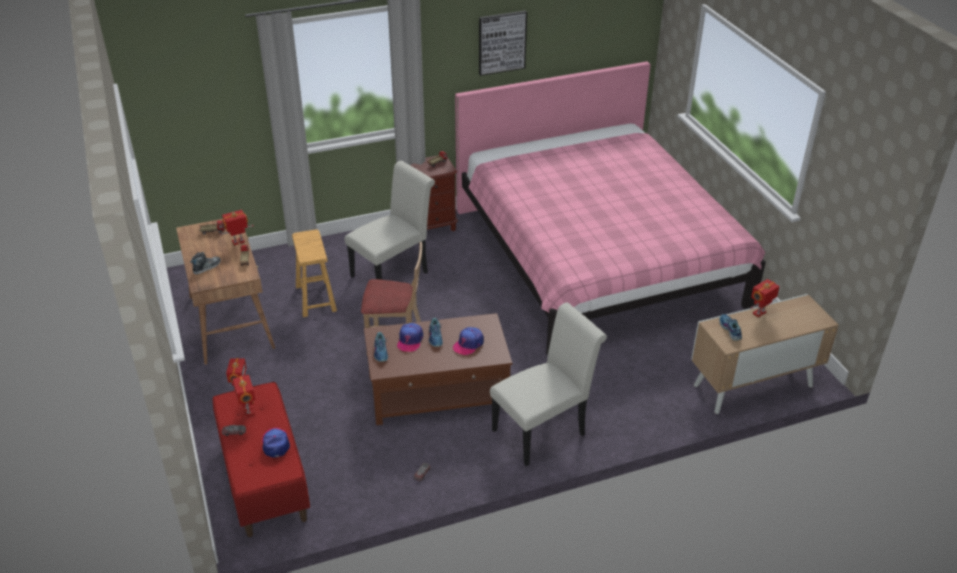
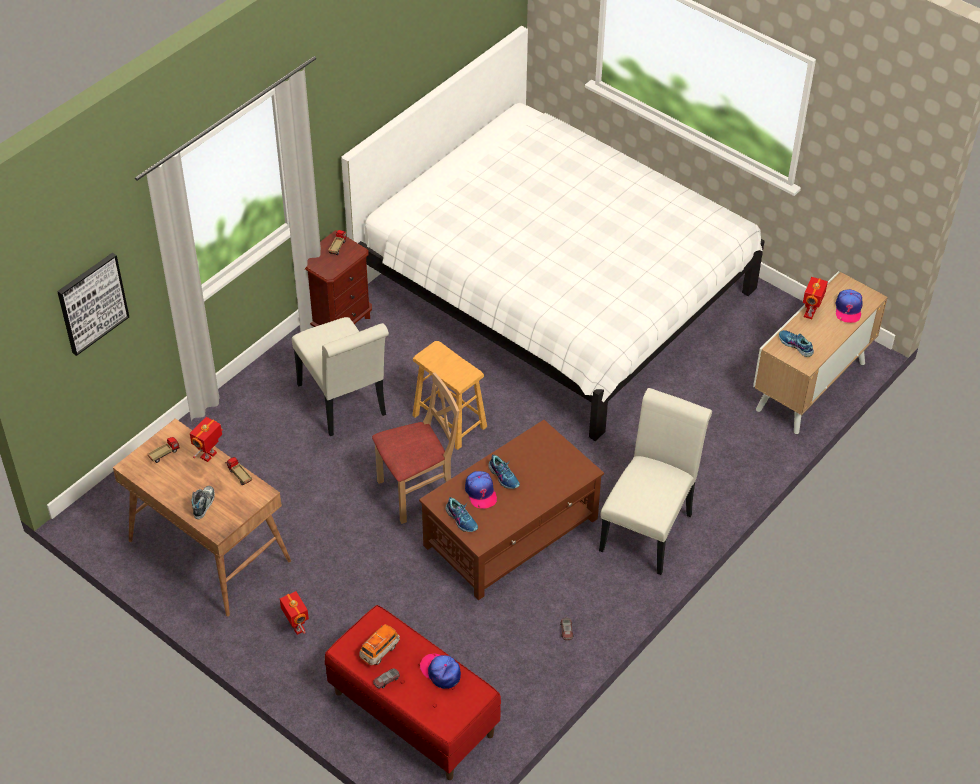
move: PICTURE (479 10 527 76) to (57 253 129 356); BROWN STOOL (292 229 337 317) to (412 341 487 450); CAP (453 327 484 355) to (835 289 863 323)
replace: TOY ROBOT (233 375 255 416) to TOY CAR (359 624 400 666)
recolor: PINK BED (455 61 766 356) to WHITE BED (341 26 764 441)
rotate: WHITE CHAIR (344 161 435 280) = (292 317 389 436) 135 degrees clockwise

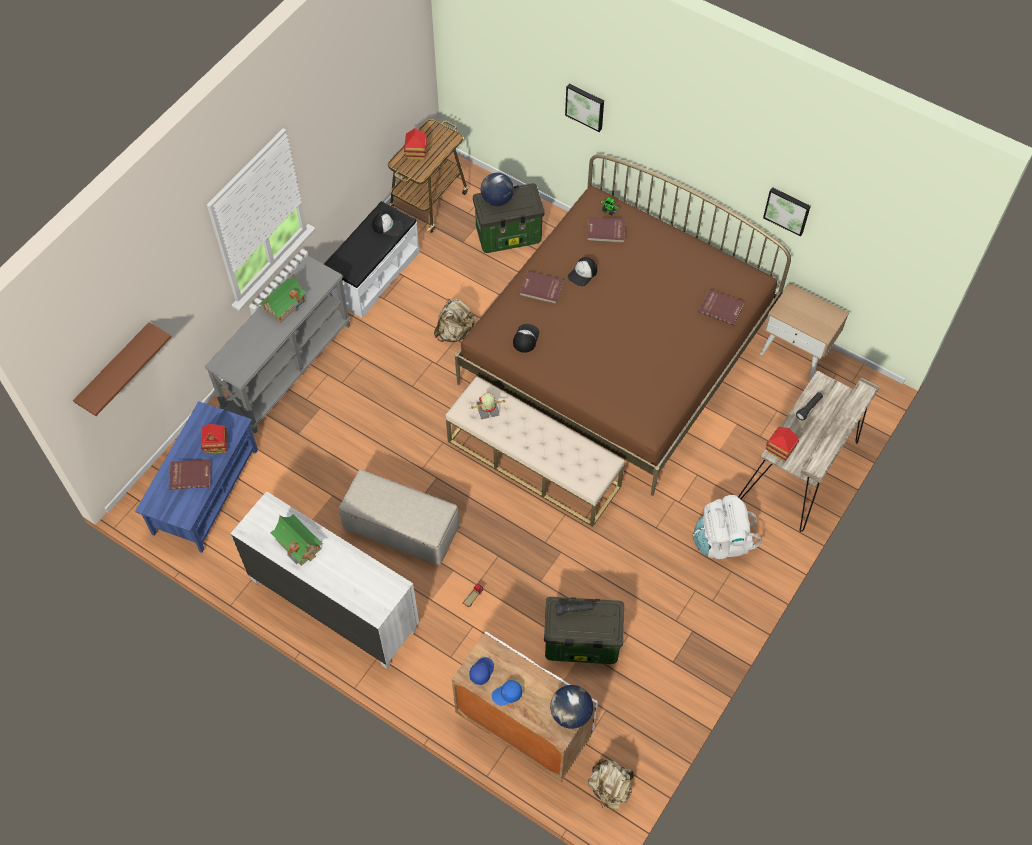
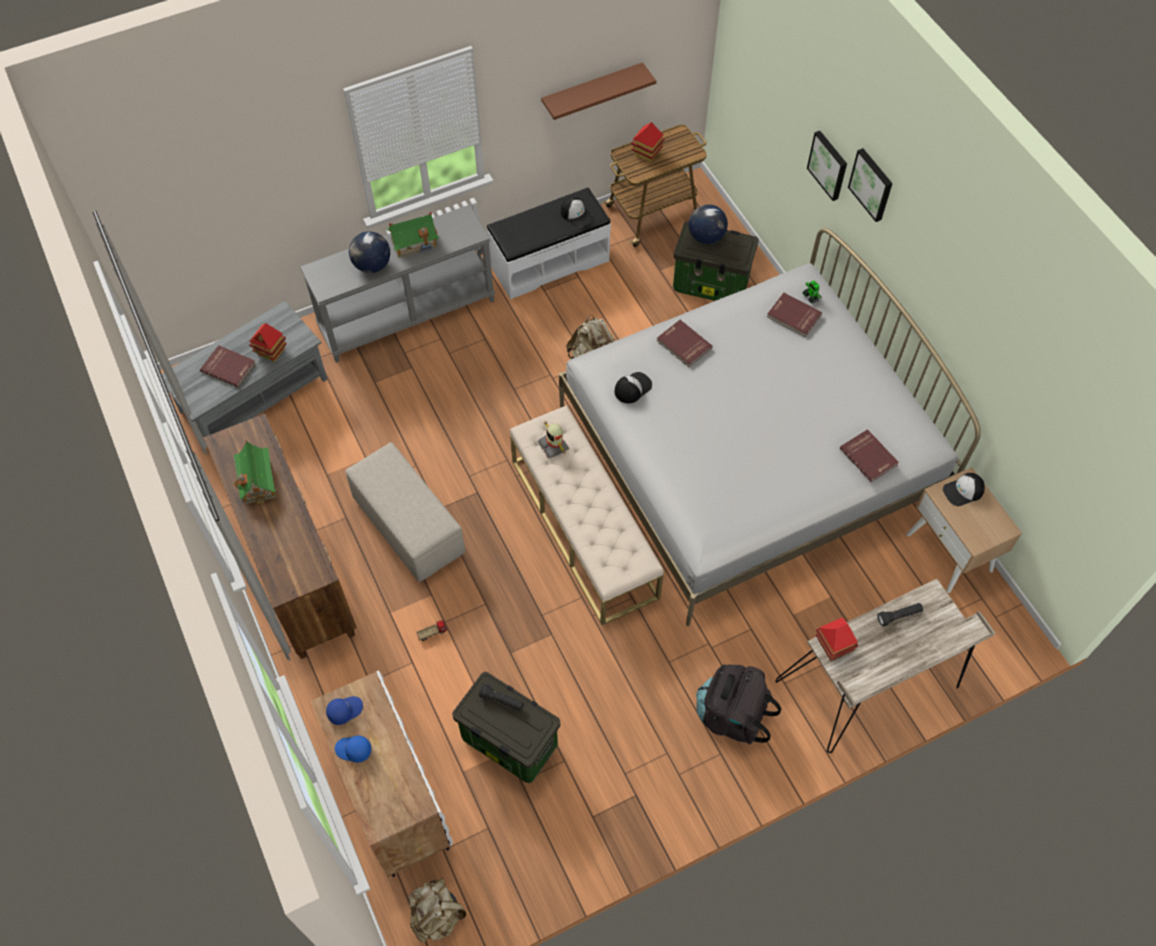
move: GLOBE (550 685 593 729) to (349 231 390 273); BROWN SHELF (73 322 171 416) to (541 62 656 120); PICTURE (763 187 811 237) to (848 148 893 222); CAP (568 257 597 286) to (943 473 985 506)
recolor: BLUE COFFEE TABLE (135 401 258 553) to GREY COFFEE TABLE (162 301 328 437); WHITE DRESSER (231 491 419 669) to BROWN DRESSER (204 414 357 659); BROWN BED (455 154 791 496) to WHITE BED (559 228 981 626); WHITE BACKPACK (693 495 762 559) to BLACK BACKPACK (696 664 781 745)
rotate: TOY ROBOT (471 393 505 420) = (538 422 569 459) 135 degrees counterclockwise

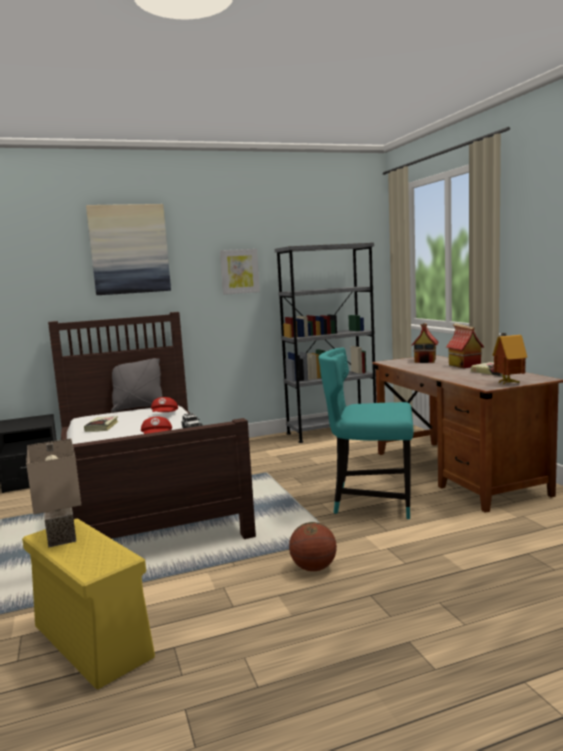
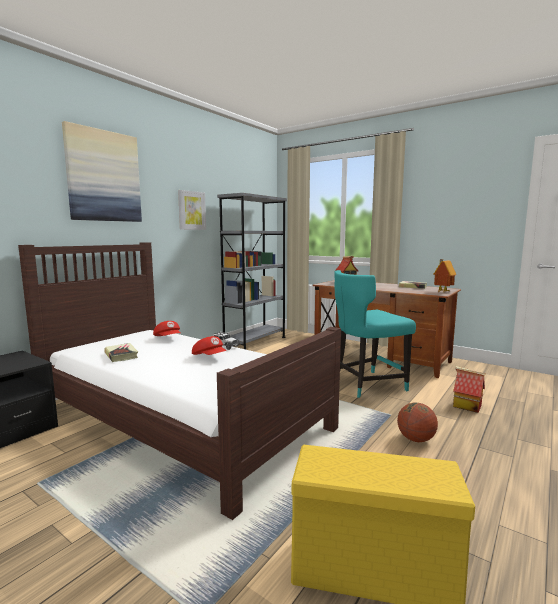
delete: BEIGE TABLE LAMP (26 439 81 547); GREY PILLOW (111 358 163 412)
move: TOY HOUSE (446 323 484 368) to (453 366 485 413)

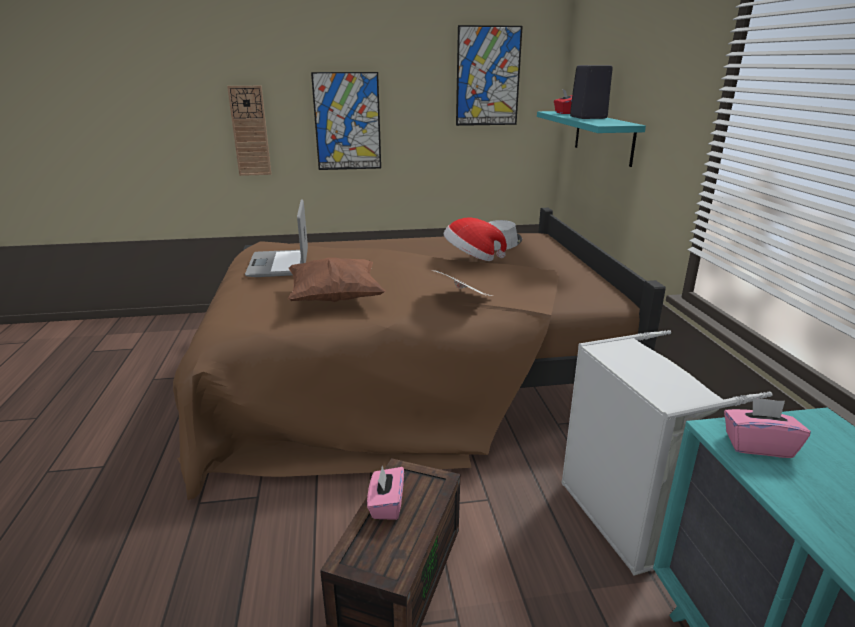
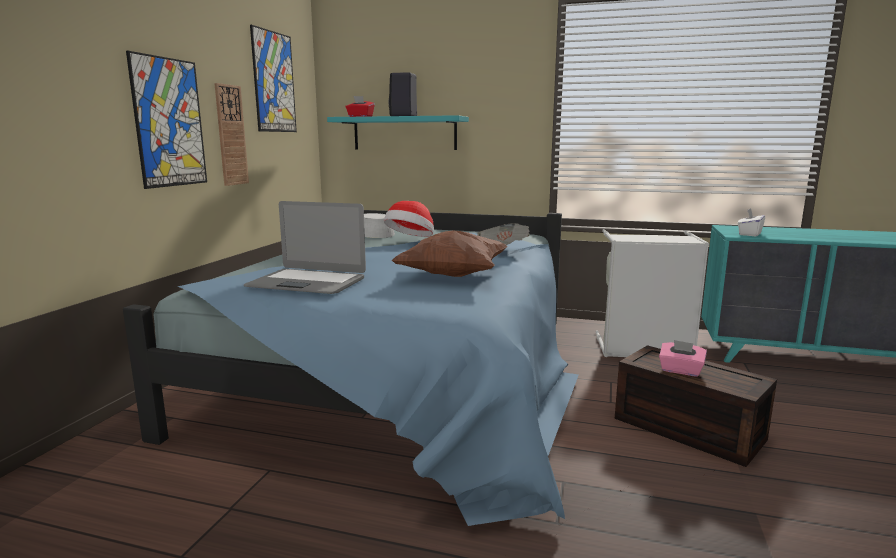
move: WALL CLOCK (227 86 271 176) to (214 83 249 186)
recolor: BROWN BED (173 208 666 500) to BLUE BED (123 210 579 526); PINK TISSUE BOX (724 397 811 458) to WHITE TISSUE BOX (738 209 765 236)

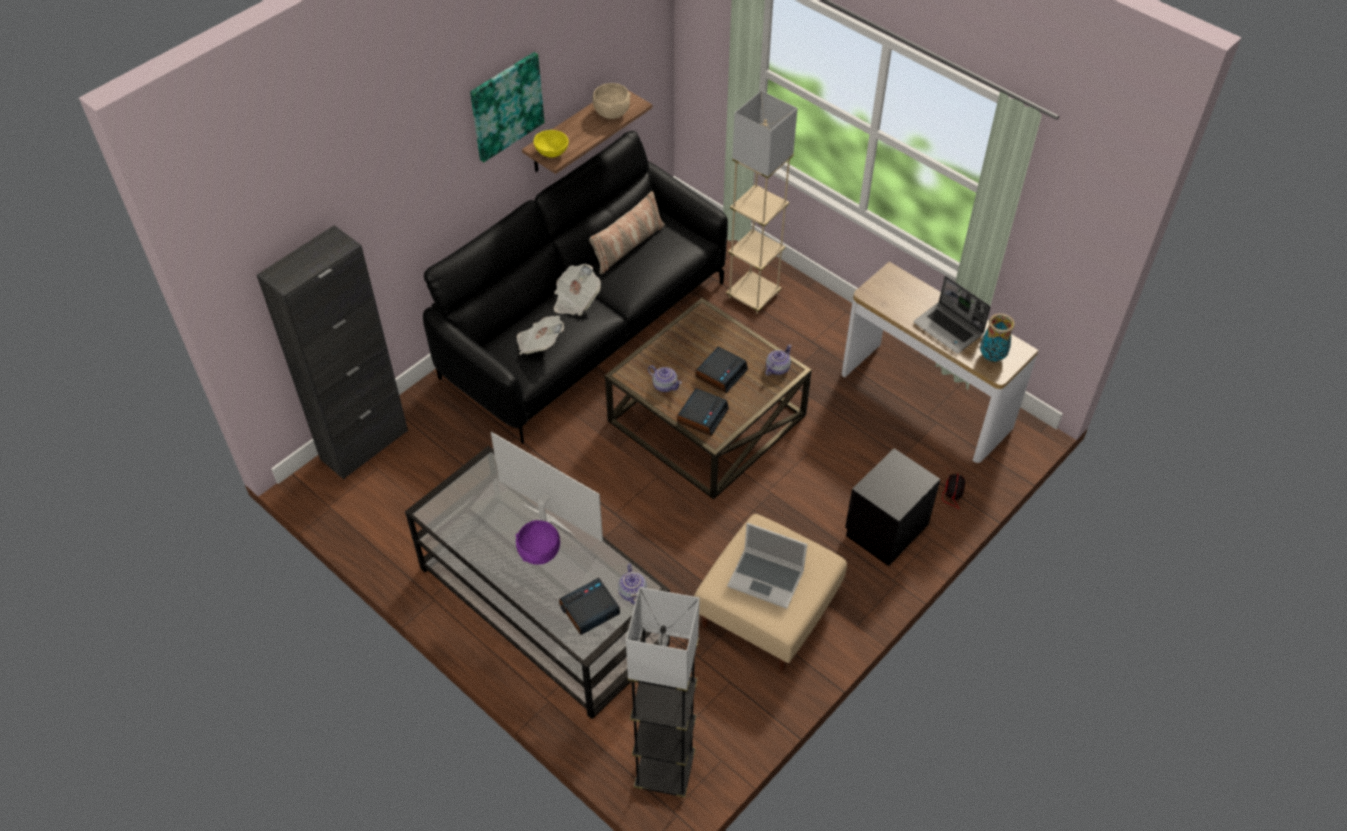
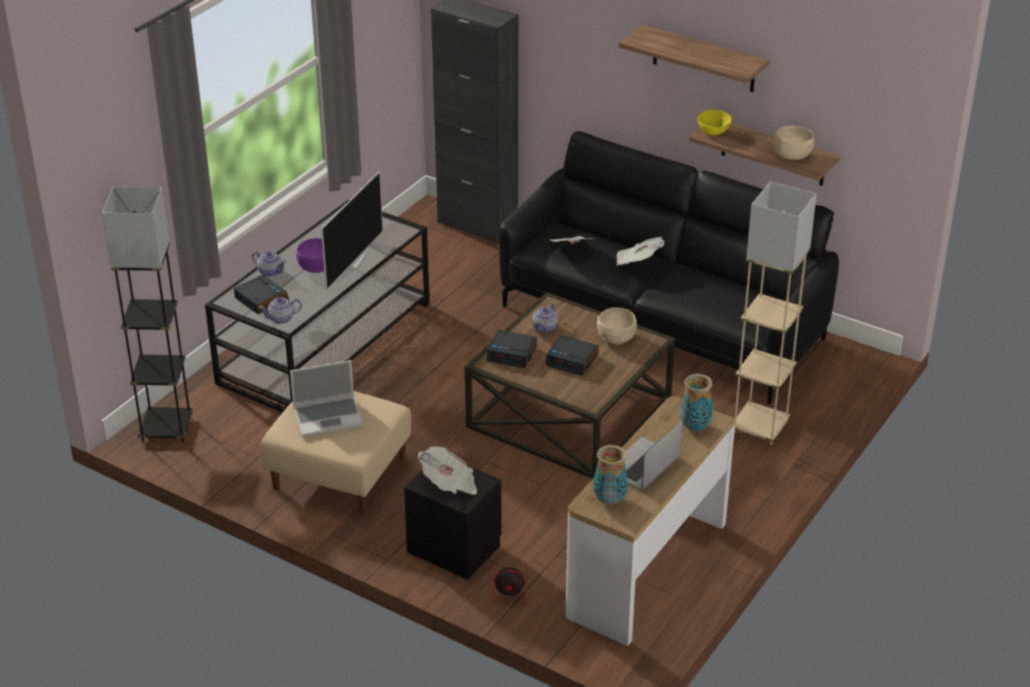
delete: PILLOW (589 191 665 274)
insert: NEWSPAPER (418 447 477 494); BEIGE BOWL (597 307 637 344); VASE (680 374 713 431)
move: TEAPOT (765 344 792 376) to (252 251 286 277)
replace: PICTURE (470 52 544 162) to SHELF (619 25 770 92)
rotate: LAPTOP (727 523 807 609) = (290 360 364 437) 120 degrees counterclockwise

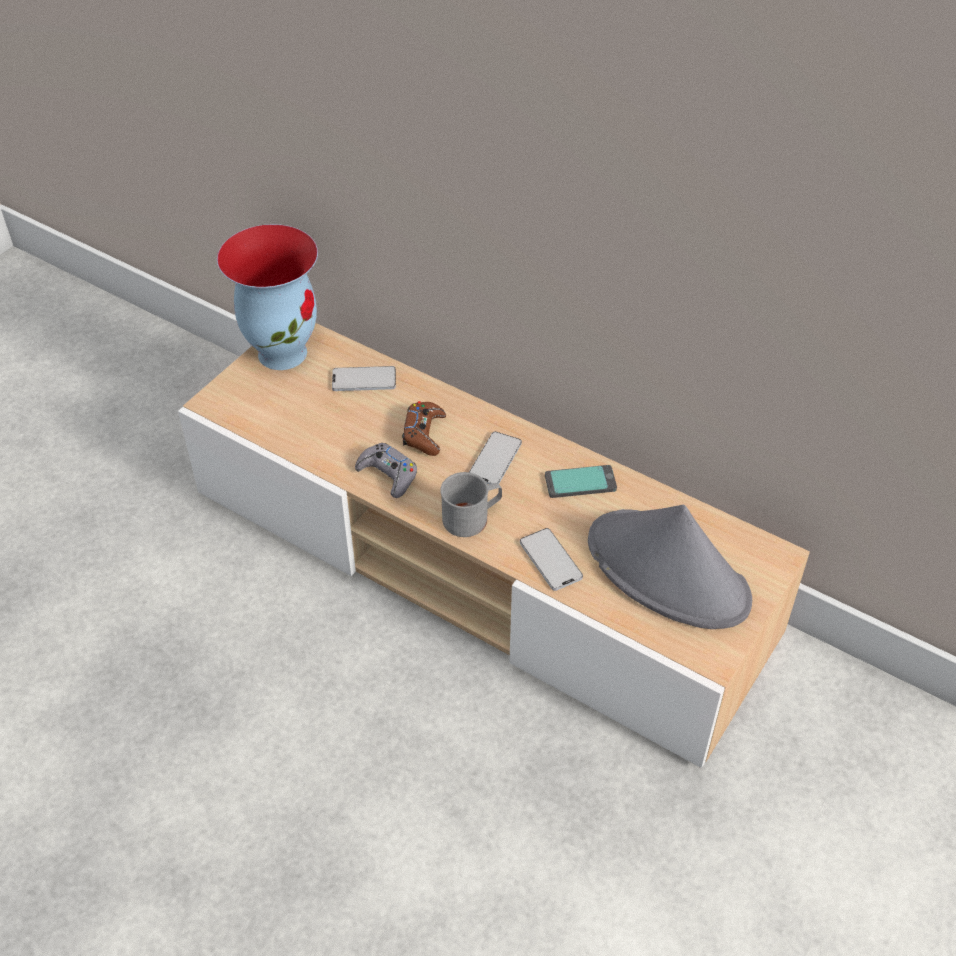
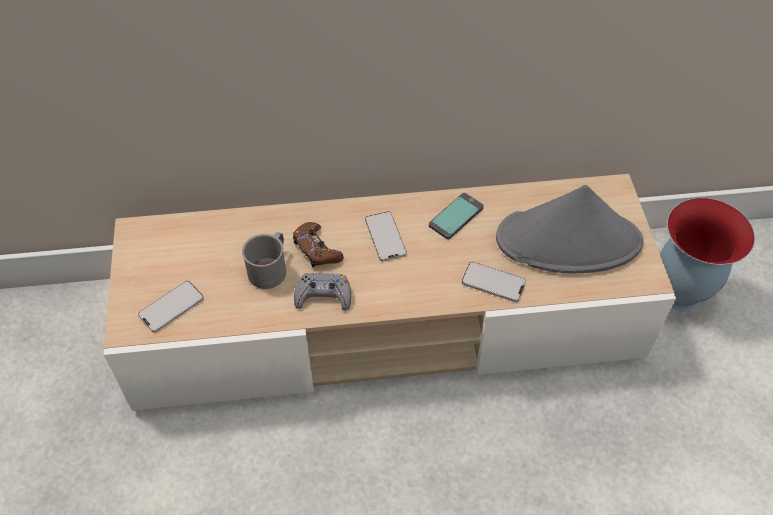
move: PHONE (332 366 396 391) to (138 281 204 333); GREY MUG (440 472 502 537) to (242 232 286 289); VASE (217 224 318 370) to (660 198 755 311)

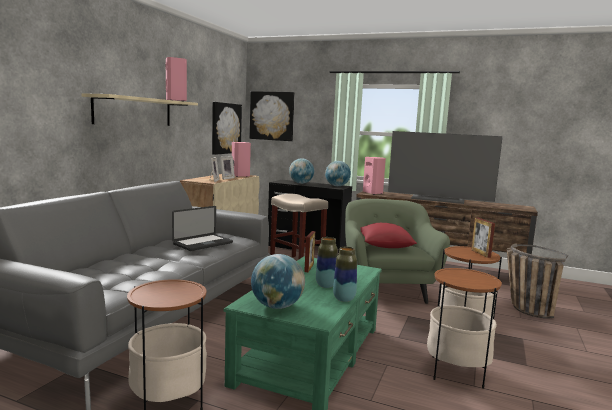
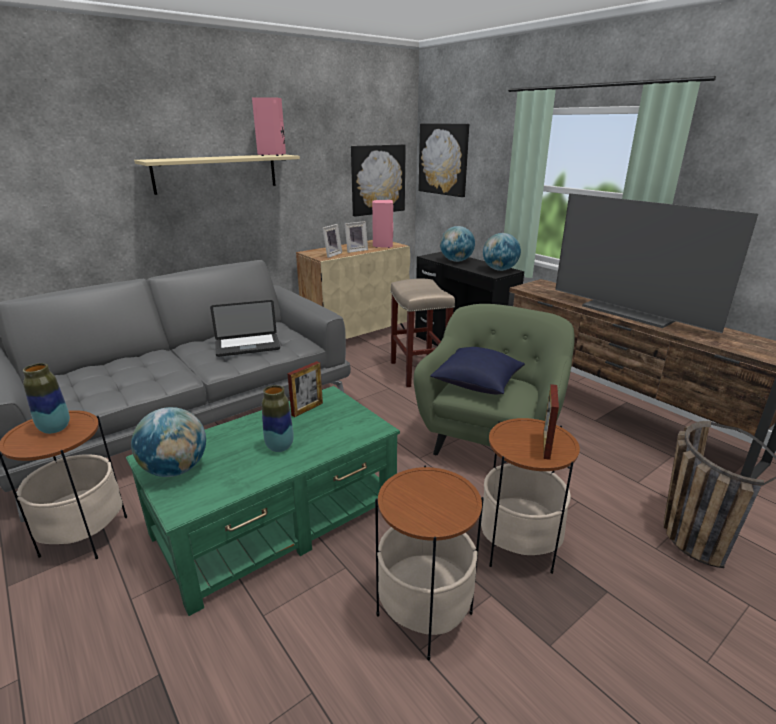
delete: PINK SPEAKER (363 157 386 195)
move: VASE (333 247 357 302) to (23 363 70 434)
recolor: RED PILLOW (360 223 417 248) to BLUE PILLOW (430 347 525 394)

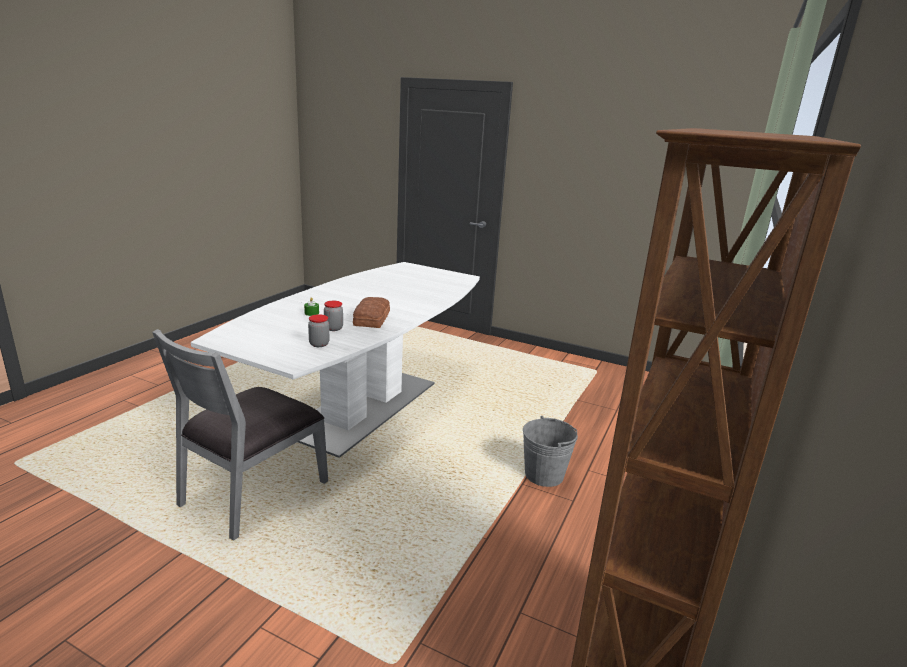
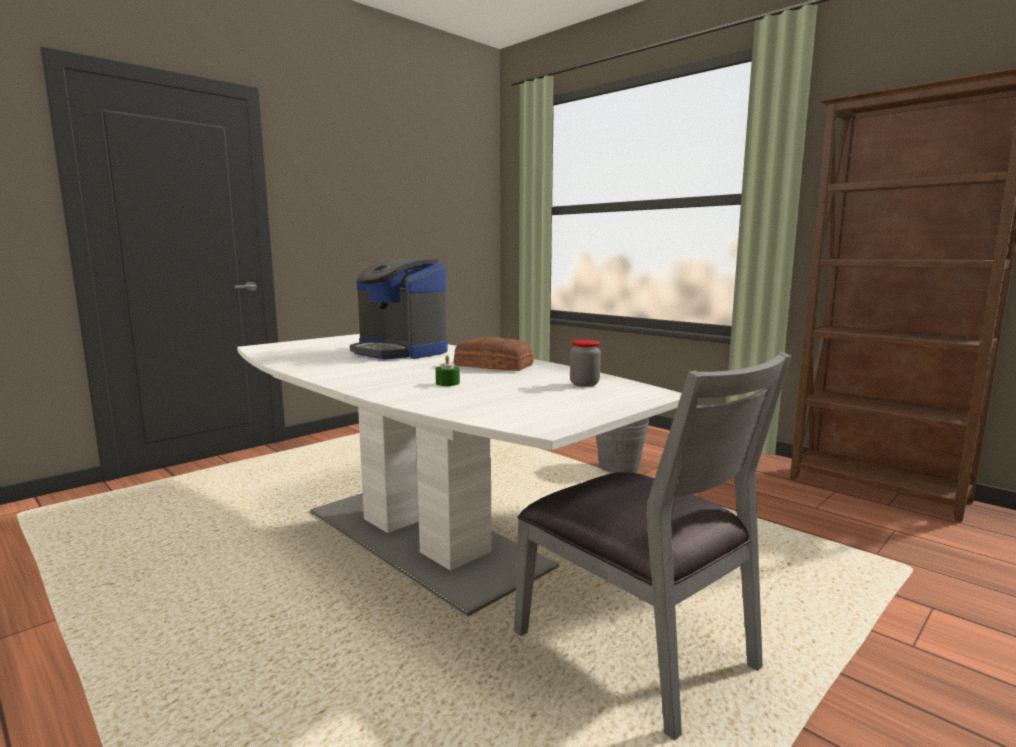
delete: JAR (324 301 343 331)
insert: COFFEE MACHINE (350 259 447 359)

